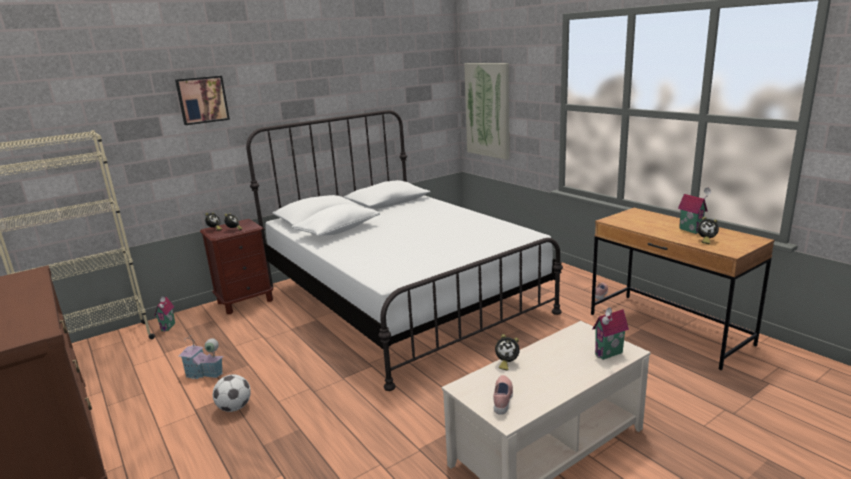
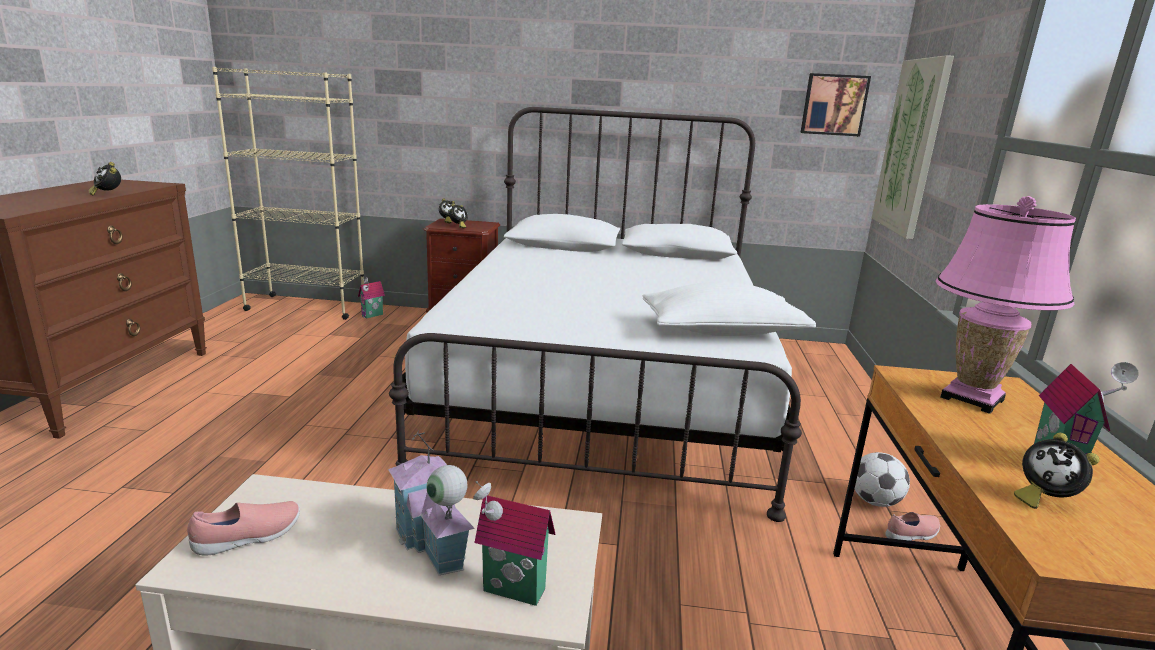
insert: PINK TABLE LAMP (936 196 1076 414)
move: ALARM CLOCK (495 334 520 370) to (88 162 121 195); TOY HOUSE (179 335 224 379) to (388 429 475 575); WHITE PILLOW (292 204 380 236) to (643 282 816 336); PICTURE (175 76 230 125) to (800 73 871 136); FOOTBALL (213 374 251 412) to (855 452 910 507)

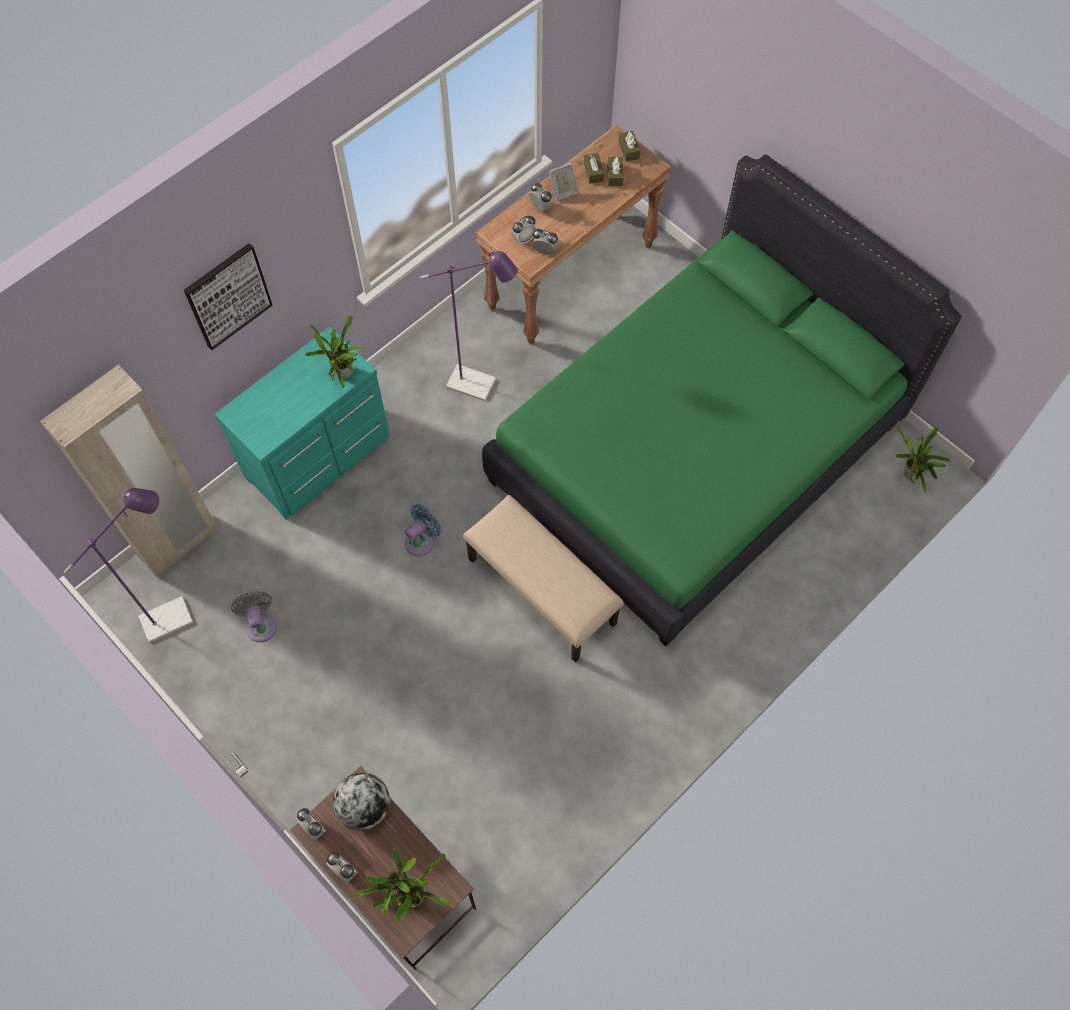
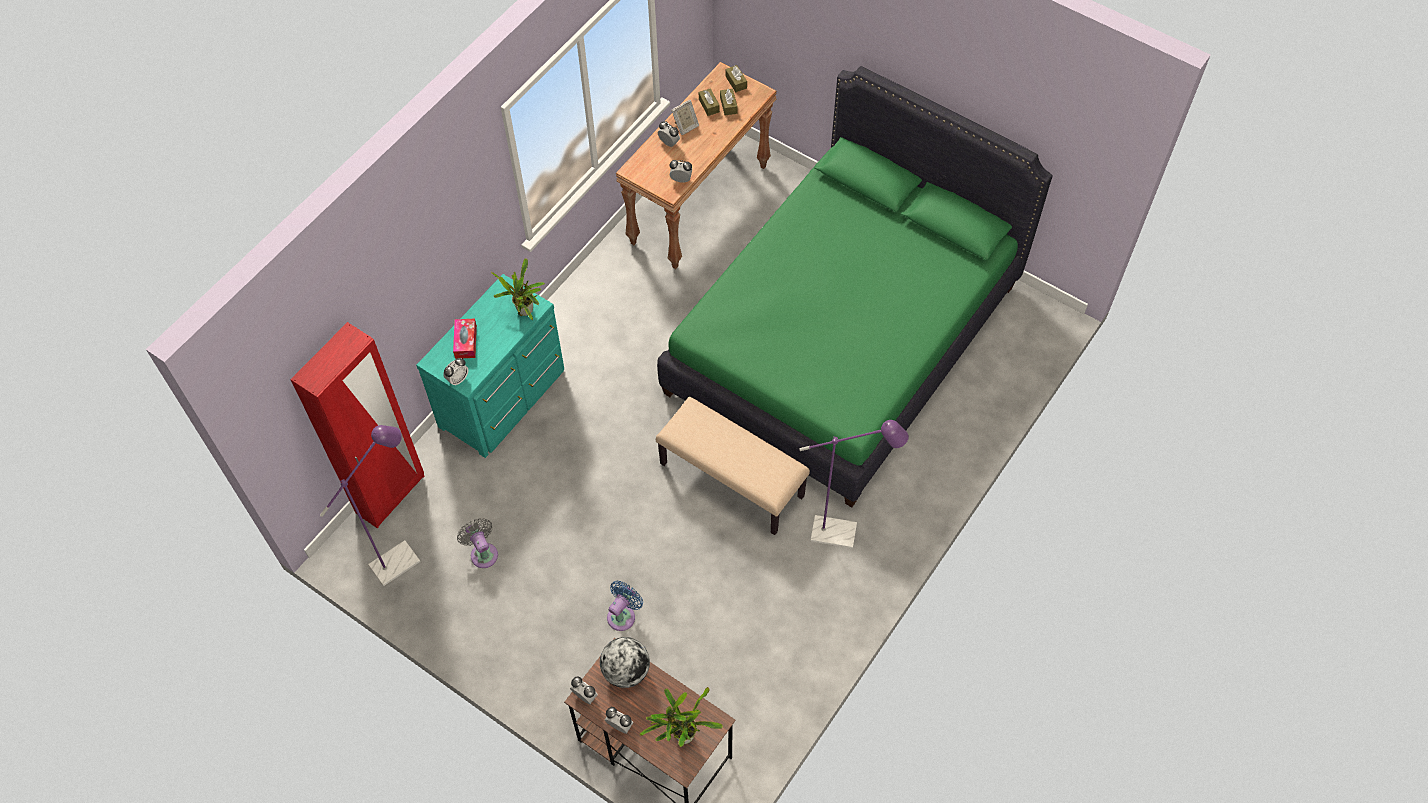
delete: PICTURE (184 243 273 350); POTTED PLANT (896 426 950 493)
insert: TISSUE BOX (453 319 477 359)
move: ALARM CLOCK (511 216 537 245) to (443 358 468 386); BLUE FAN (405 504 441 556) to (607 581 643 631); PURPLE FLOOR LAMP (420 251 518 401) to (799 420 909 549)
recolor: BEIGE WARDROBE (40 365 218 577) to RED WARDROBE (290 322 425 529)

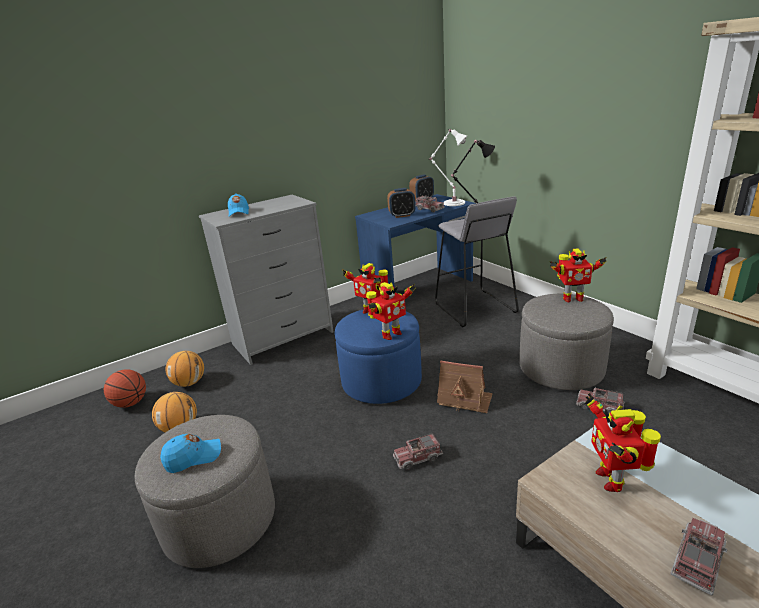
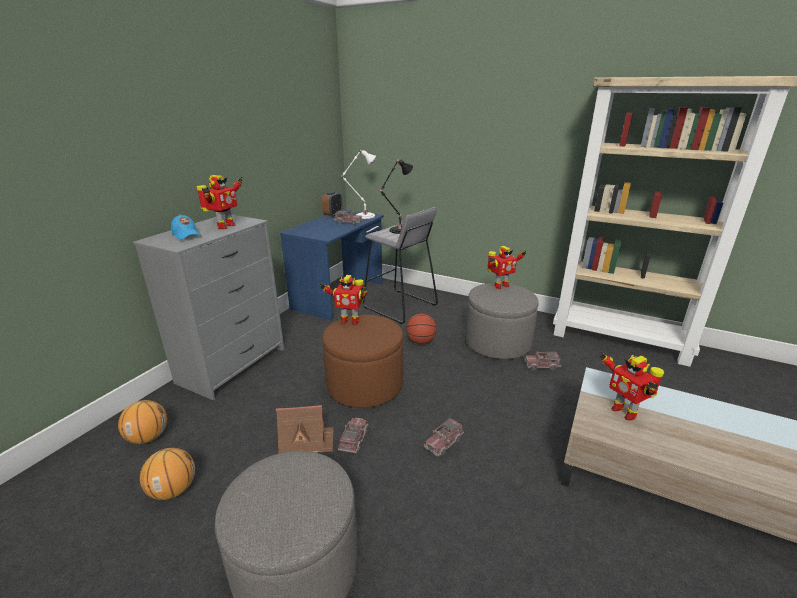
delete: BLUE CAP (160 434 221 473); ALARM CLOCK (387 188 415 218)
move: TOY ROBOT (366 282 416 340) to (197 175 243 229); TOY HOUSE (437 360 493 413) to (276 405 333 453); TOY TRUCK (670 518 728 595) to (338 418 368 453); BASKETBALL (104 369 146 408) to (406 314 437 344)
recolor: BLUE OTTOMAN (334 309 422 404) to BROWN OTTOMAN (322 315 403 408)

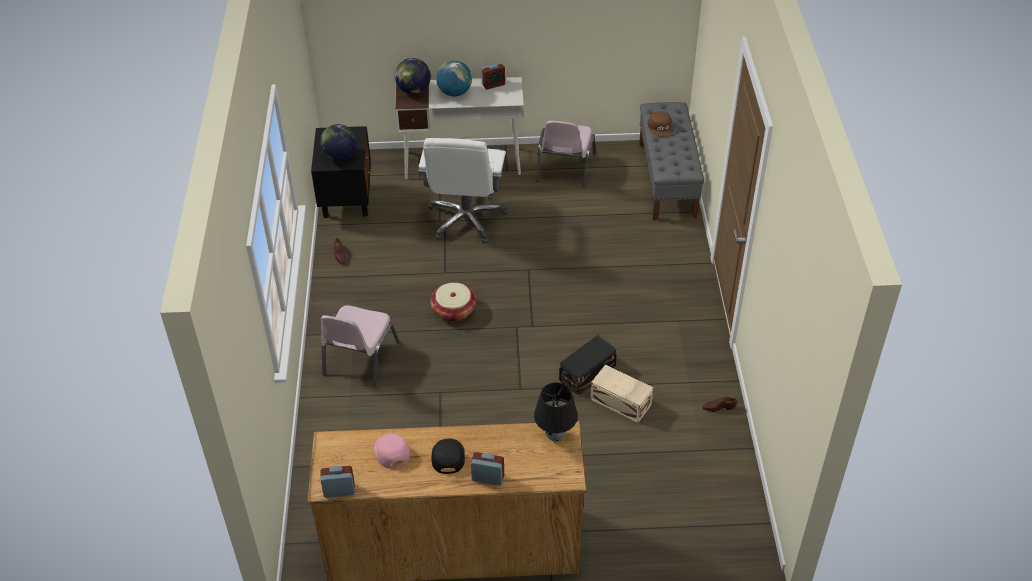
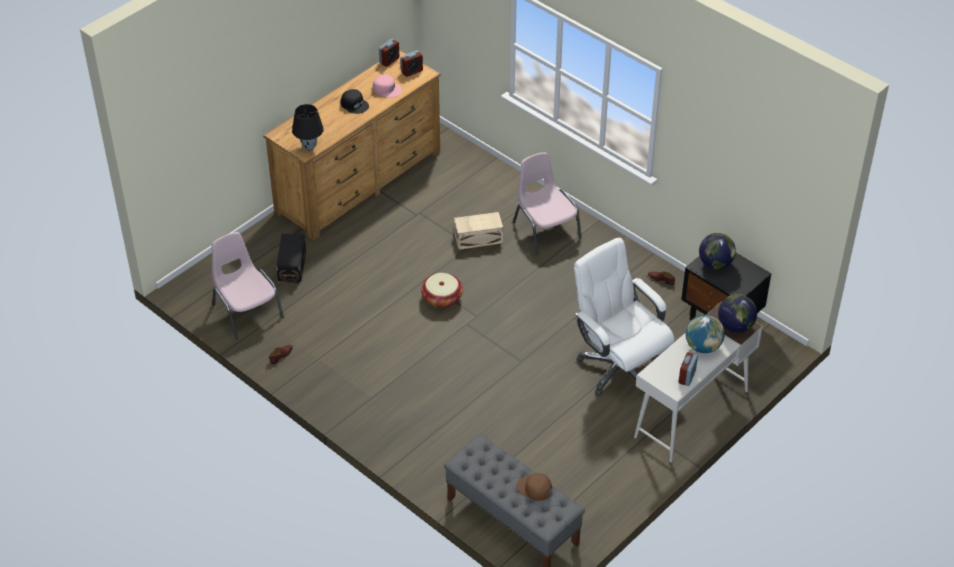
move: PINK CHAIR (537 121 595 188) to (211 232 284 339); BLACK STORAGE BOX (559 335 617 396) to (276 234 306 283); ALARM CLOCK (471 452 504 486) to (400 50 423 77); BASKET (430 283 476 321) to (421 273 463 308); BEIGE STORAGE BOX (590 365 653 423) to (454 212 503 250)

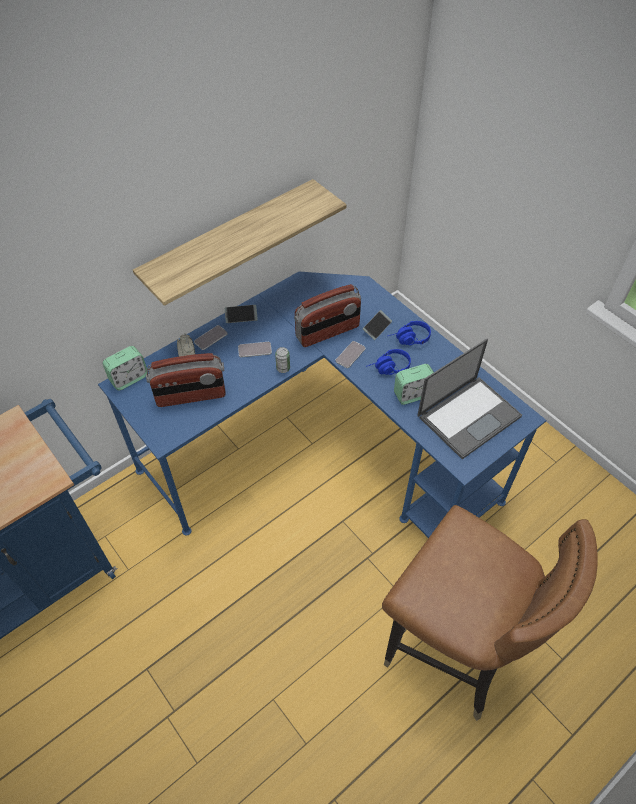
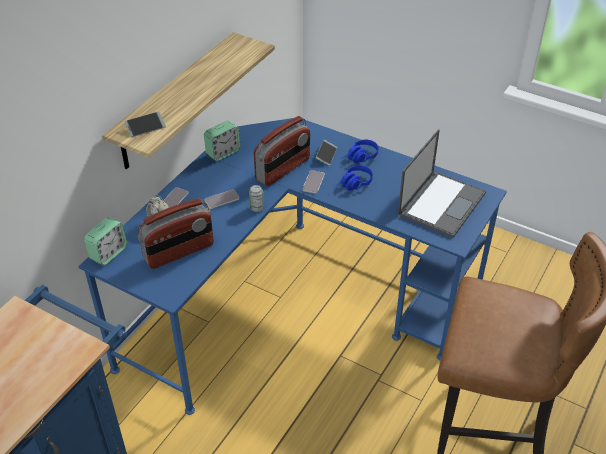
move: PHONE (225 305 258 323) to (125 112 166 137); ALARM CLOCK (394 364 434 405) to (204 121 241 161)

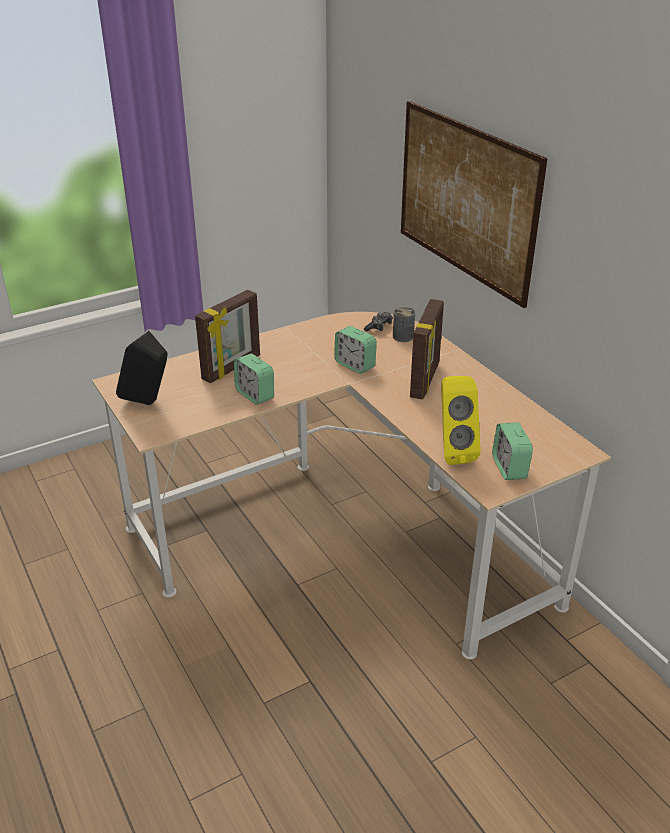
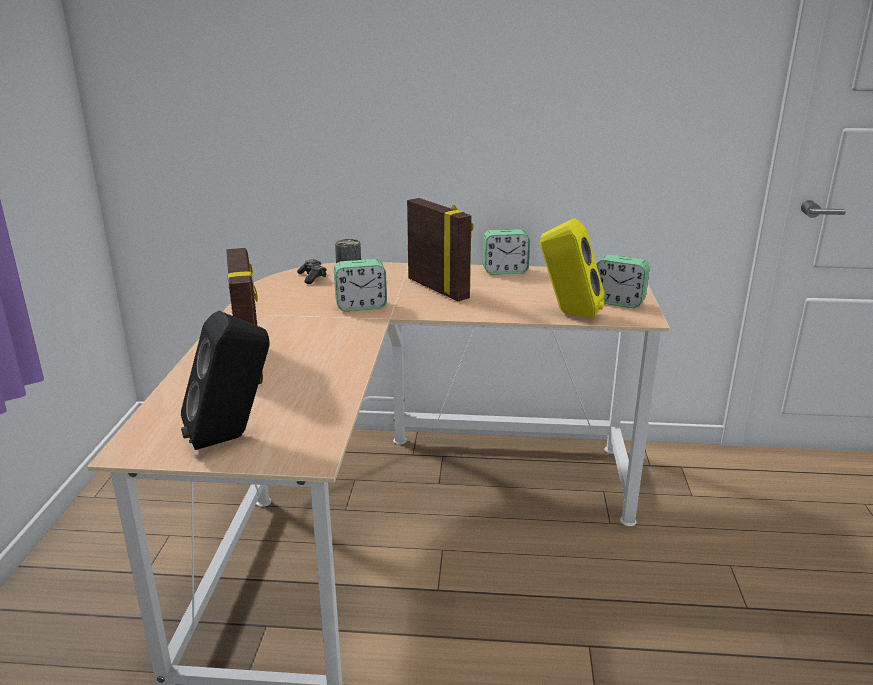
delete: PICTURE (401 101 547 308)
move: ALARM CLOCK (234 354 274 405) to (483 229 530 274)

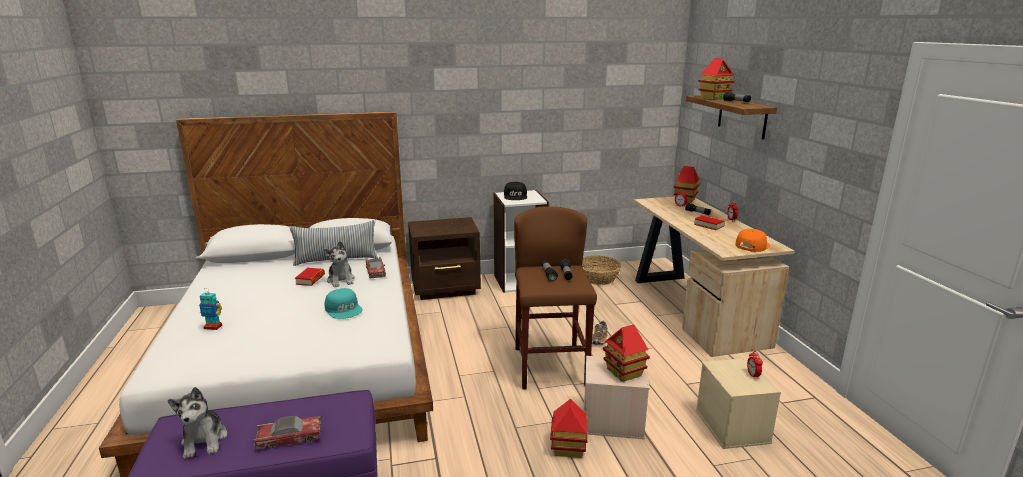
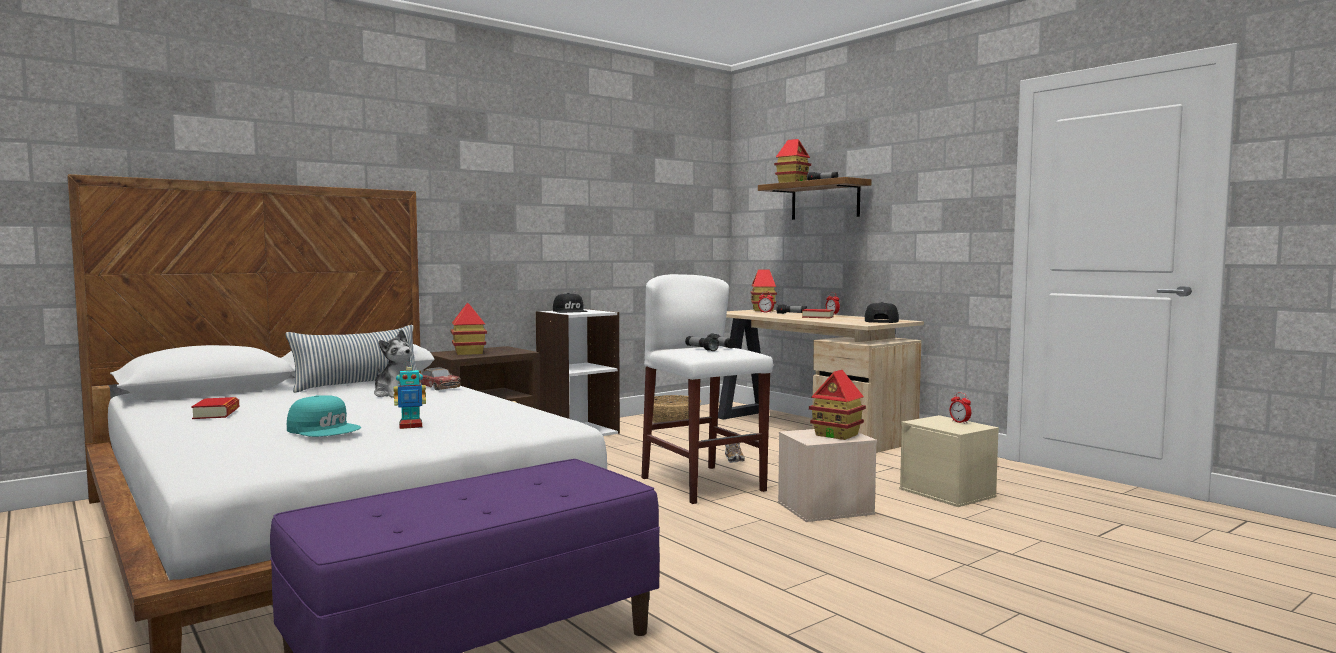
delete: PLUSH TOY (168 387 227 459); TOY CAR (254 415 321 449)
move: BOOK (295 268 325 286) to (191 397 239 419); TURQUOISE CAP (325 288 363 319) to (287 395 361 437); TOY ROBOT (199 288 222 330) to (393 360 426 429); TOY HOUSE (550 399 588 458) to (451 302 487 355)
recolor: BROWN STOOL (514 206 597 390) to WHITE STOOL (641 274 773 504); ORANGE CAP (735 229 770 252) to BLACK CAP (865 302 899 323)

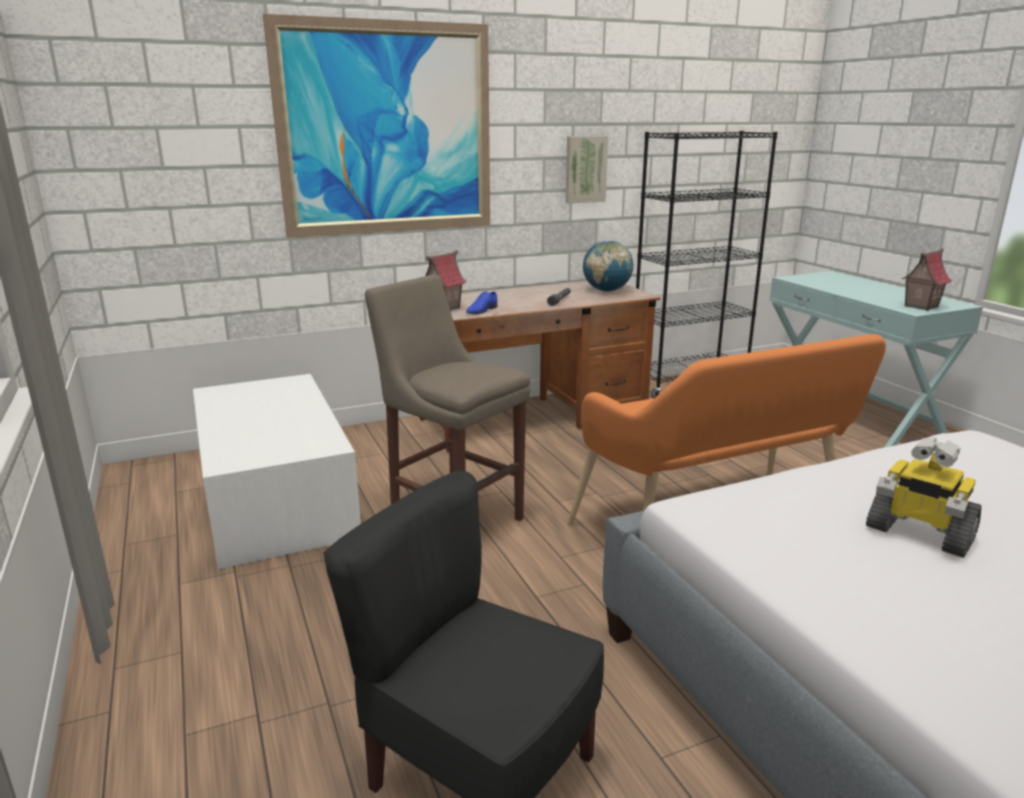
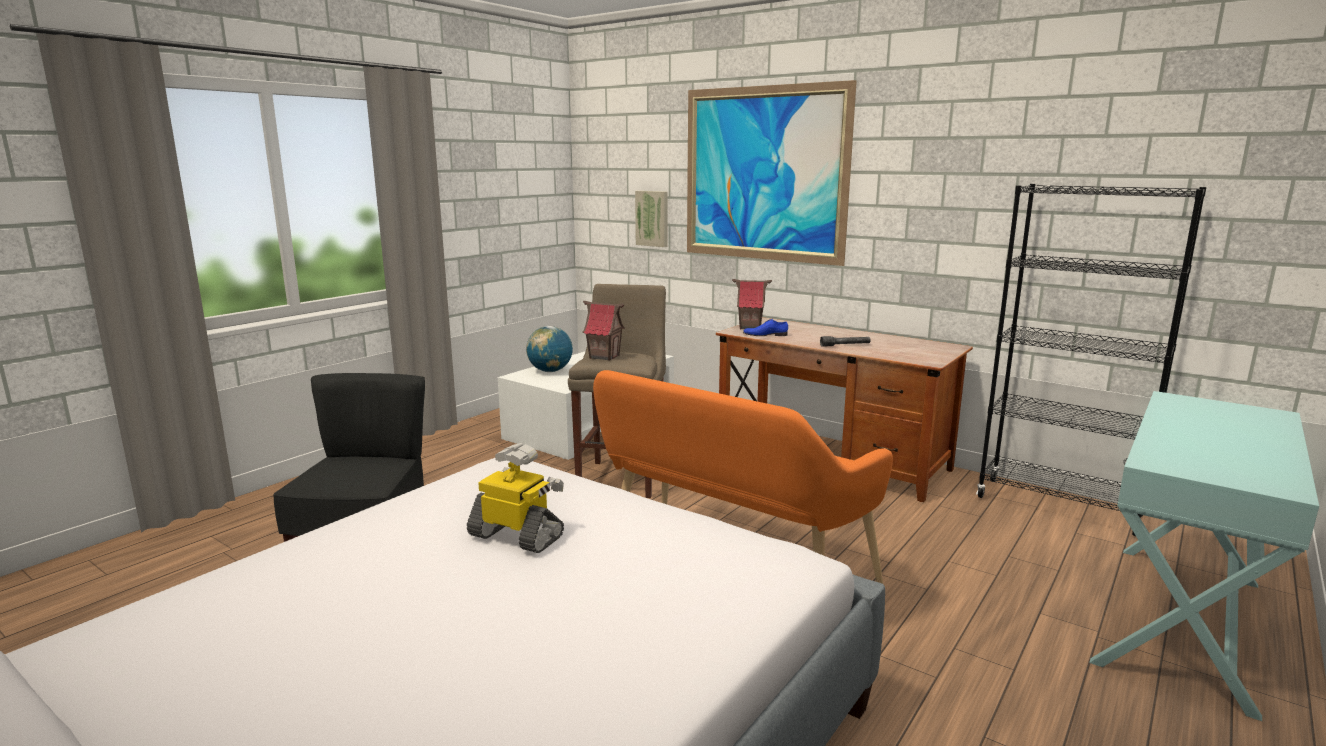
move: GLOBE (583 240 634 292) to (526 326 573 372); TOY HOUSE (902 248 952 311) to (582 301 625 361); PICTURE (566 136 608 203) to (635 191 668 247)
rotate: TOY ROBOT (866 438 982 558) = (467 443 564 553) 105 degrees clockwise

